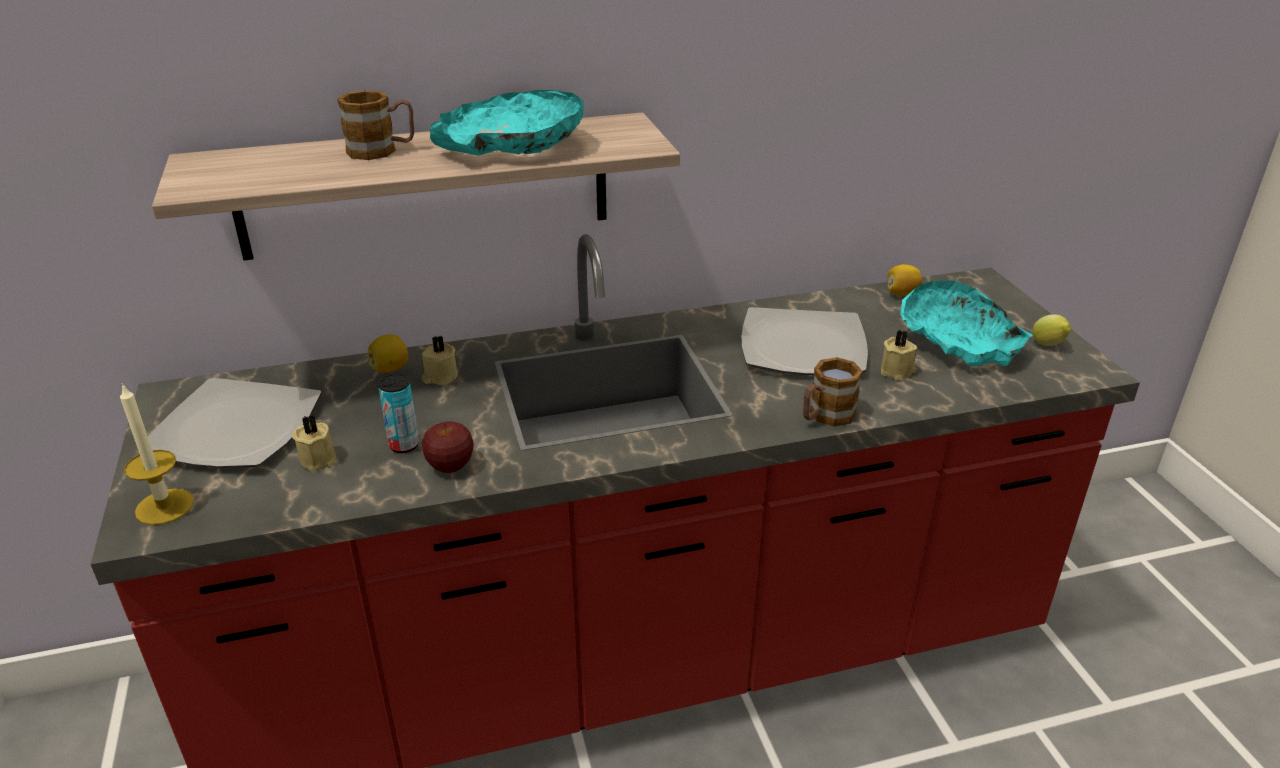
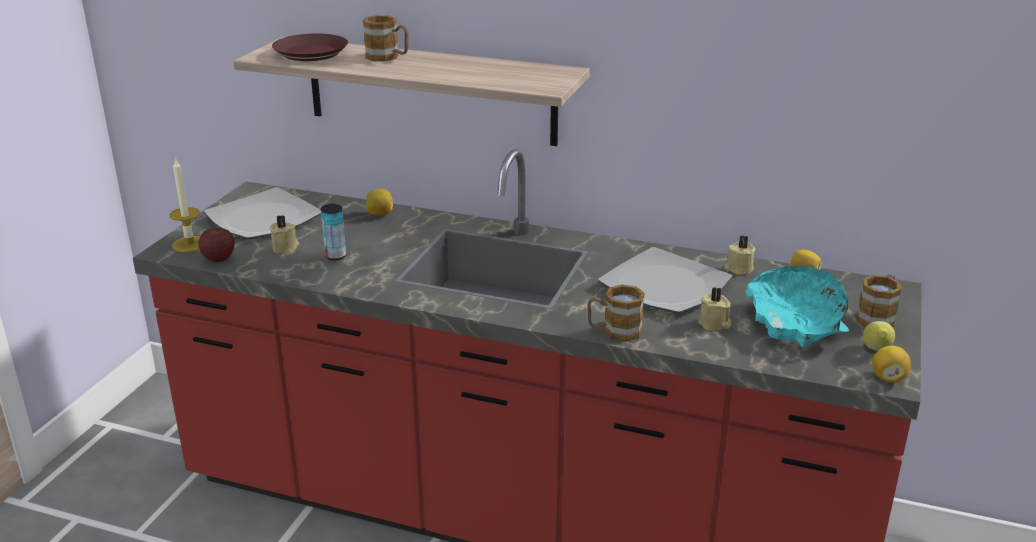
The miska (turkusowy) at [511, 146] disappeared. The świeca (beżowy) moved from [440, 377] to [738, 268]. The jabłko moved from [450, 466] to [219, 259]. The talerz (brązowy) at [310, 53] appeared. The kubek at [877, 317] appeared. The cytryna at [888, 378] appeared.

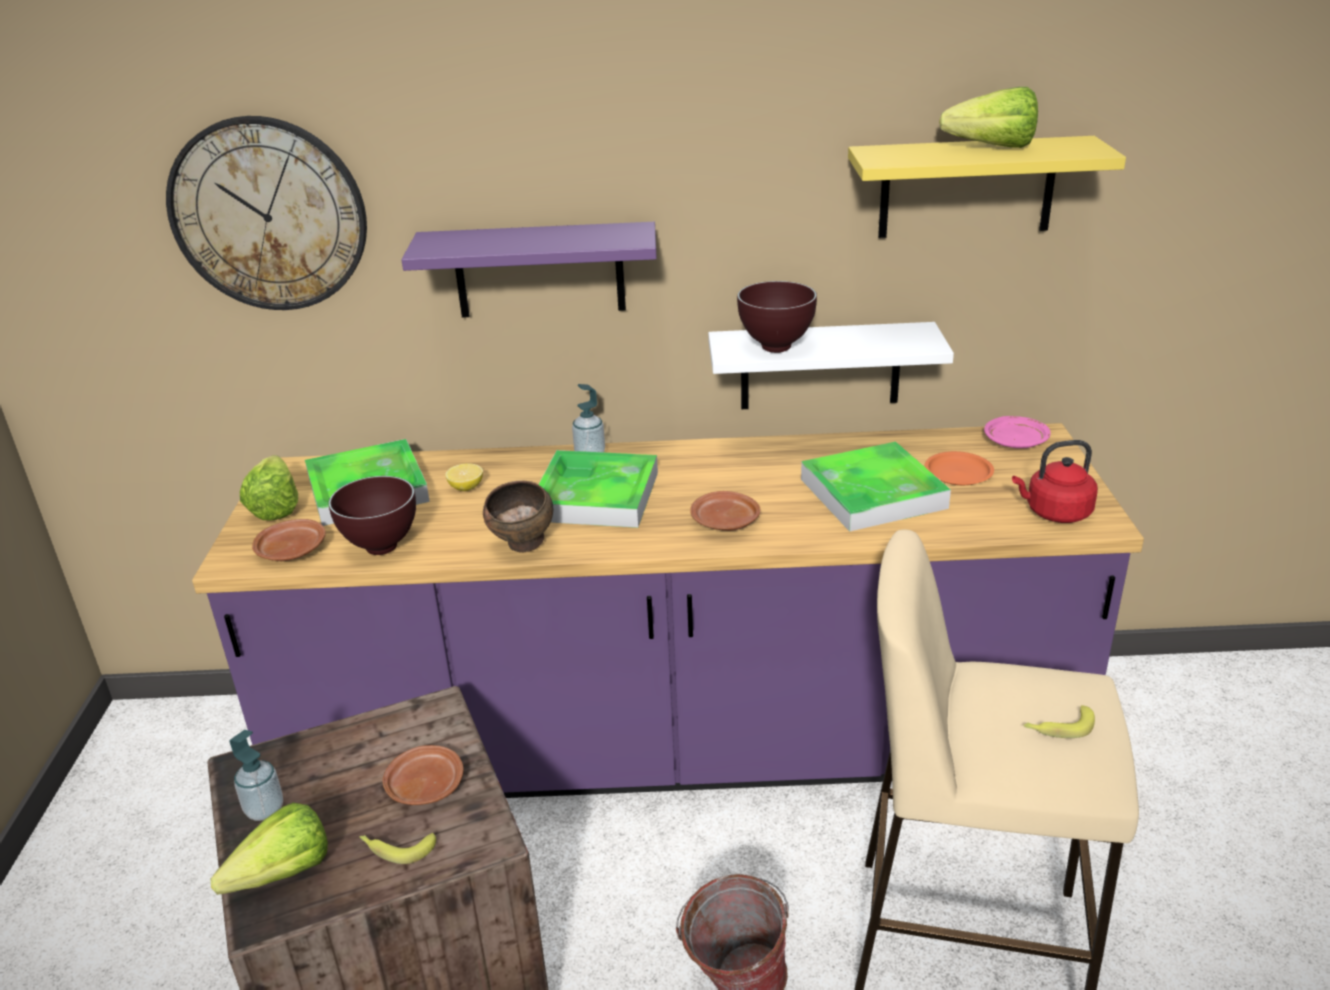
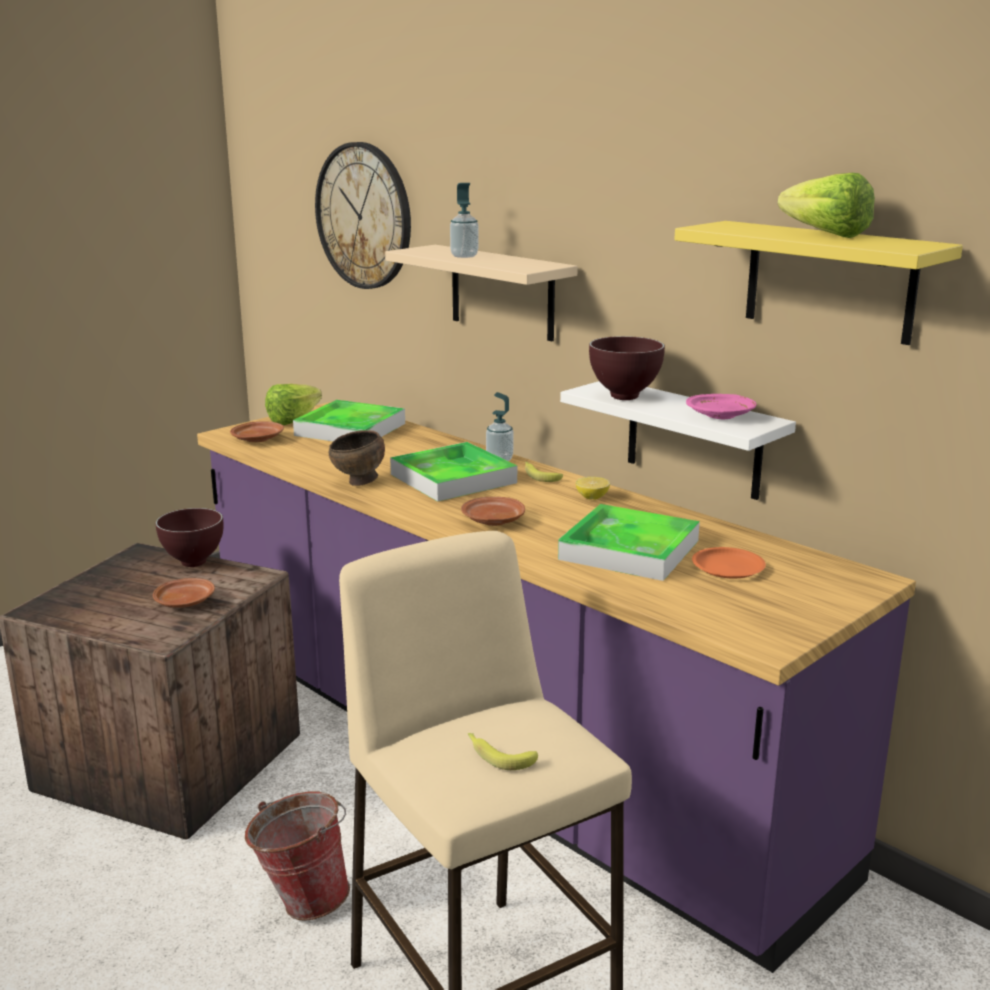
The półka (fioletowy) at [539, 270] became the półka (beżowy) at [502, 292]. The talerz (różowy) moved from [1015, 442] to [721, 416]. The czajnik (czerwony) at [1054, 513] disappeared. The cytryna moved from [466, 487] to [592, 497]. The miska (brązowy) moved from [383, 547] to [195, 563]. The dozownik mydła moved from [265, 809] to [464, 256]. The sałata at [274, 878] disappeared. The banan moved from [396, 848] to [539, 475].

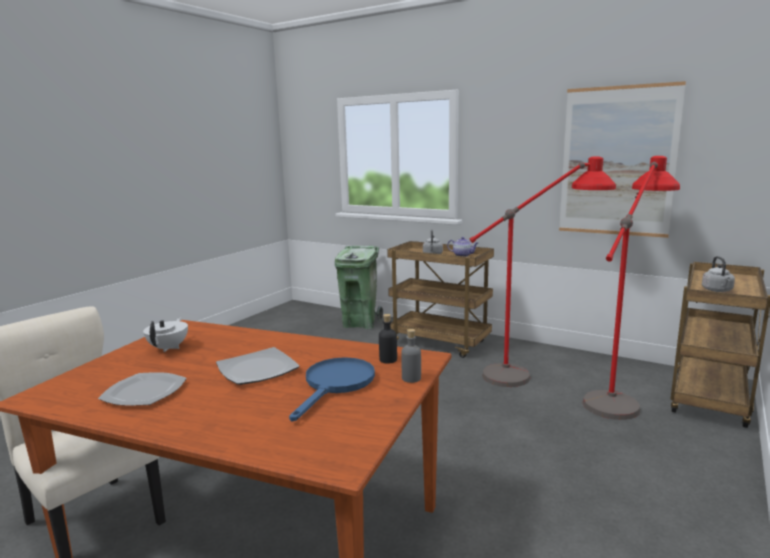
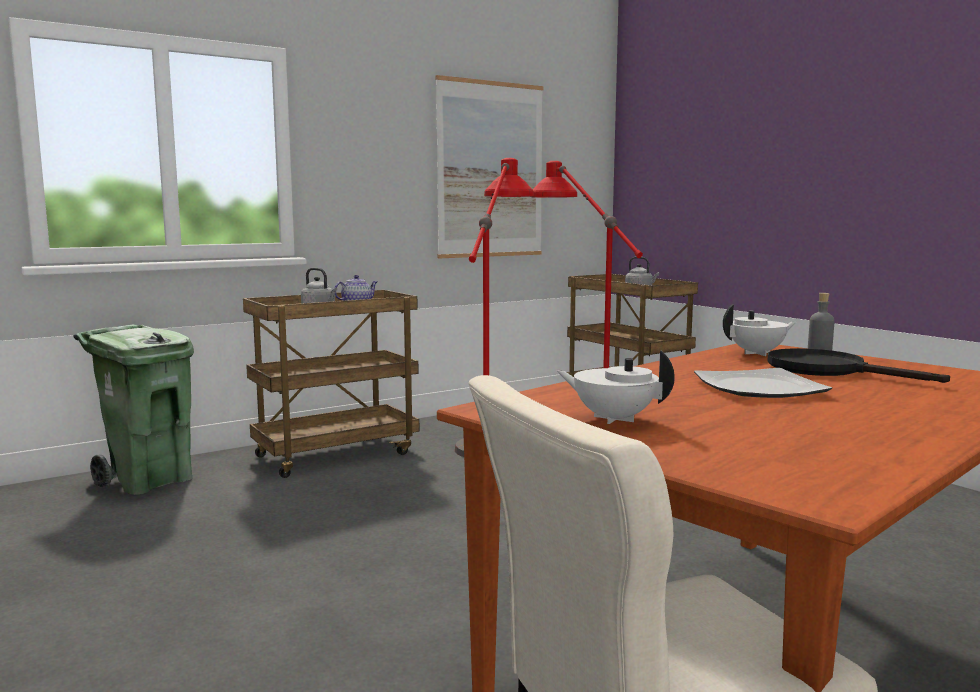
The butelka (czarny) at [388, 360] was replaced by the imbryk (biały) at [757, 353]. The patelnia (niebieski) at [336, 384] became the patelnia (czarny) at [828, 370]. The talerz at [144, 391] disappeared.

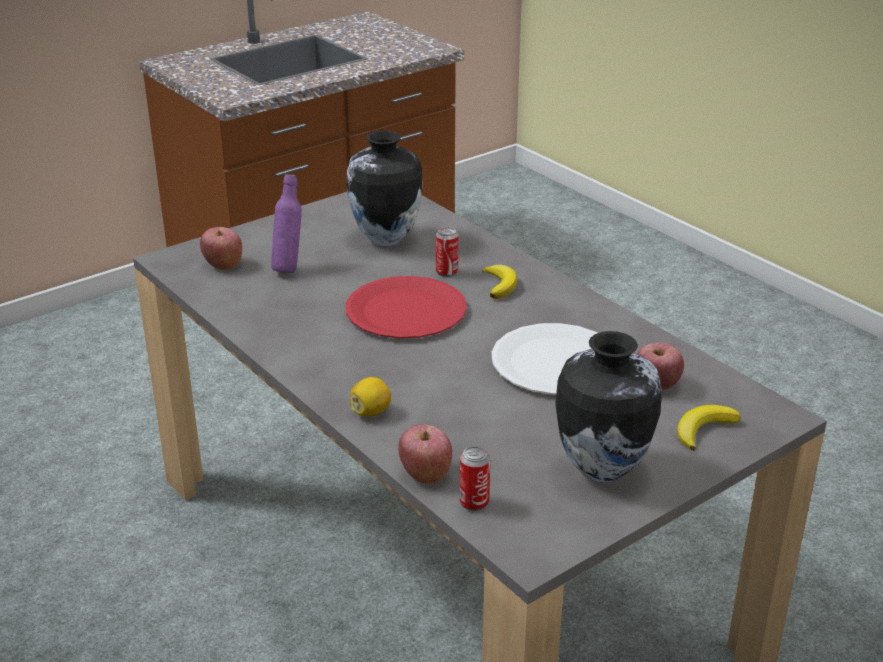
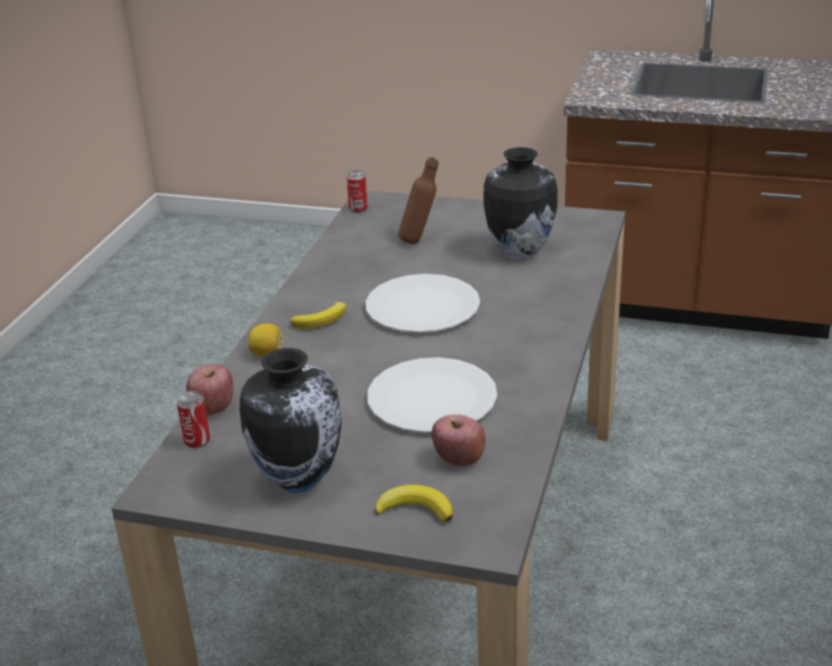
The butelka (fioletowy) at [289, 268] became the butelka (brązowy) at [419, 240]. The jabłko at [223, 265] disappeared. The puszka moved from [446, 272] to [358, 209]. The banan moved from [500, 285] to [322, 319]. The talerz (czerwony) at [405, 311] became the talerz (biały) at [422, 307].

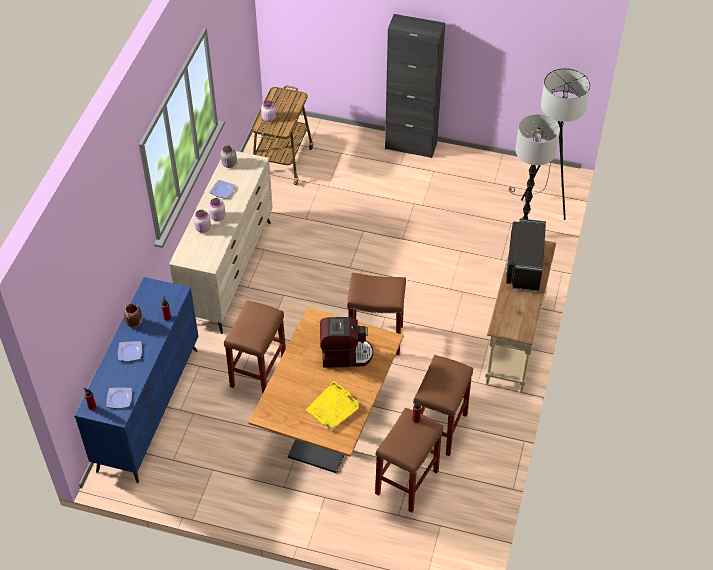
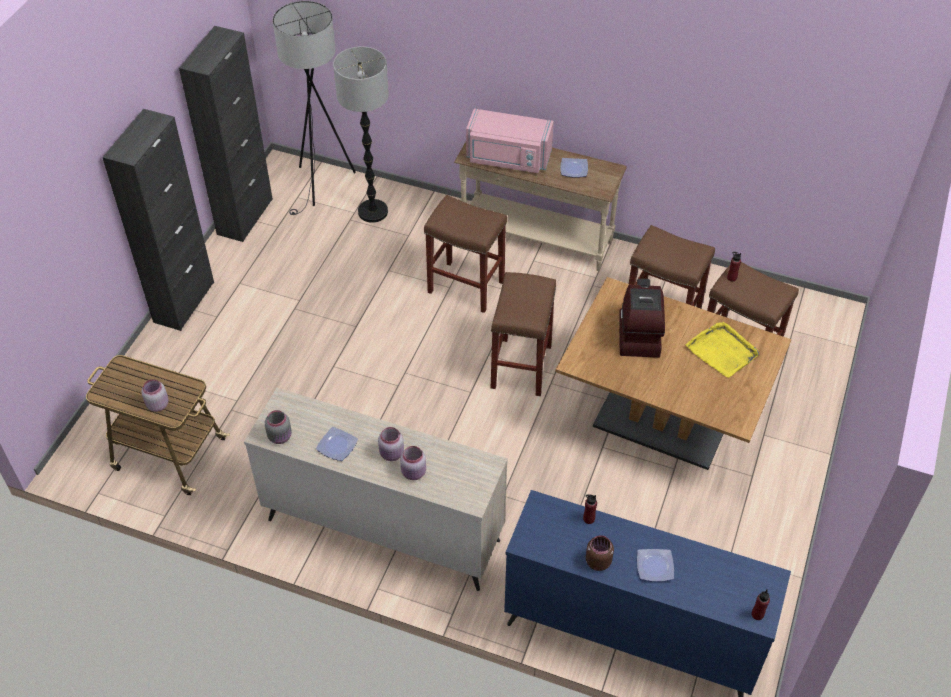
The mikrofalówka (czarny) at [523, 266] became the mikrofalówka (różowy) at [508, 158]. The stołek (brązowy) moved from [258, 372] to [465, 287]. The talerz moved from [120, 398] to [573, 169]. The szafka (czarny) at [245, 216] appeared.

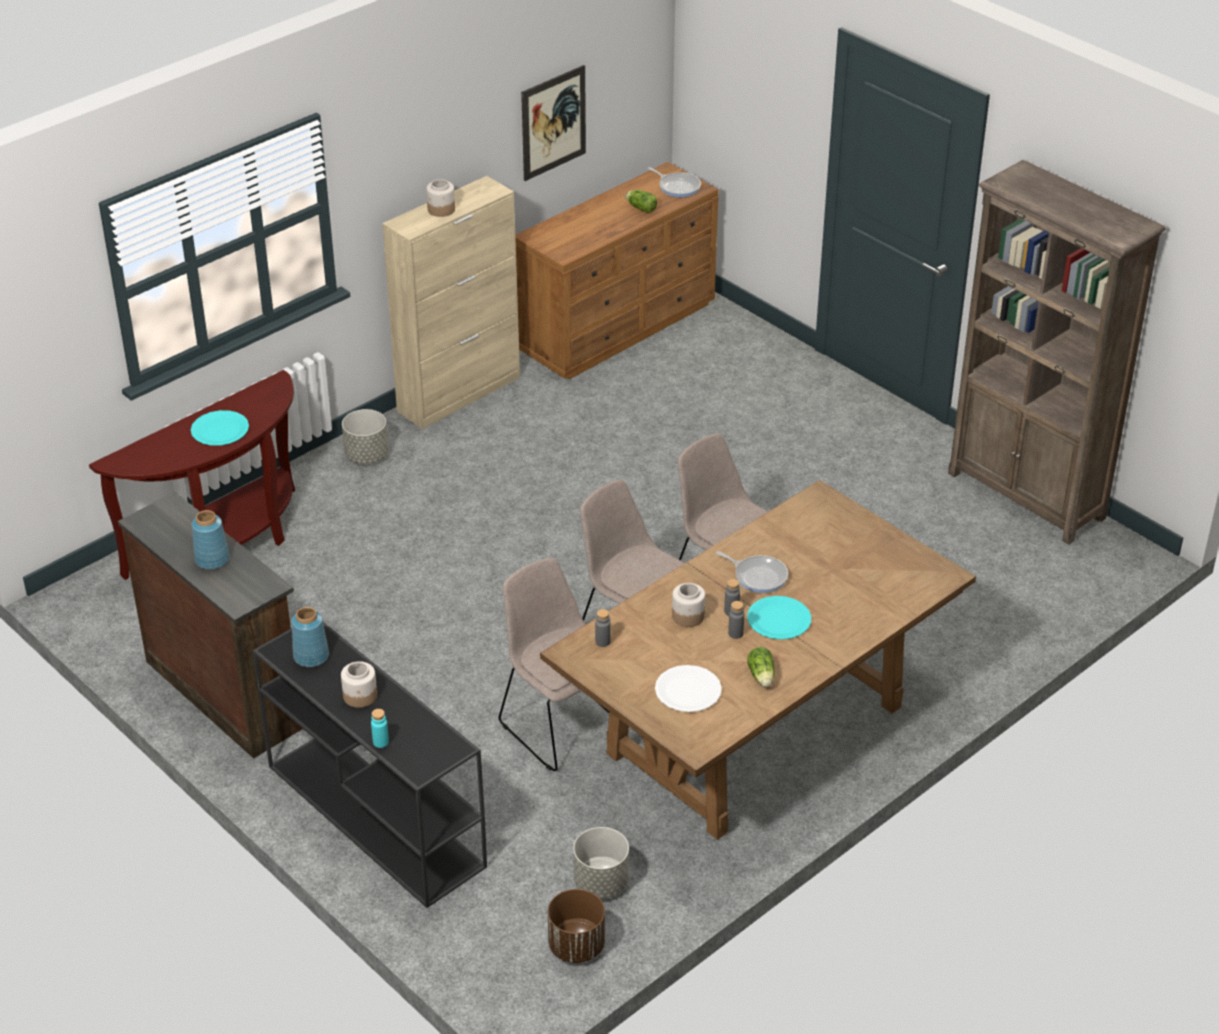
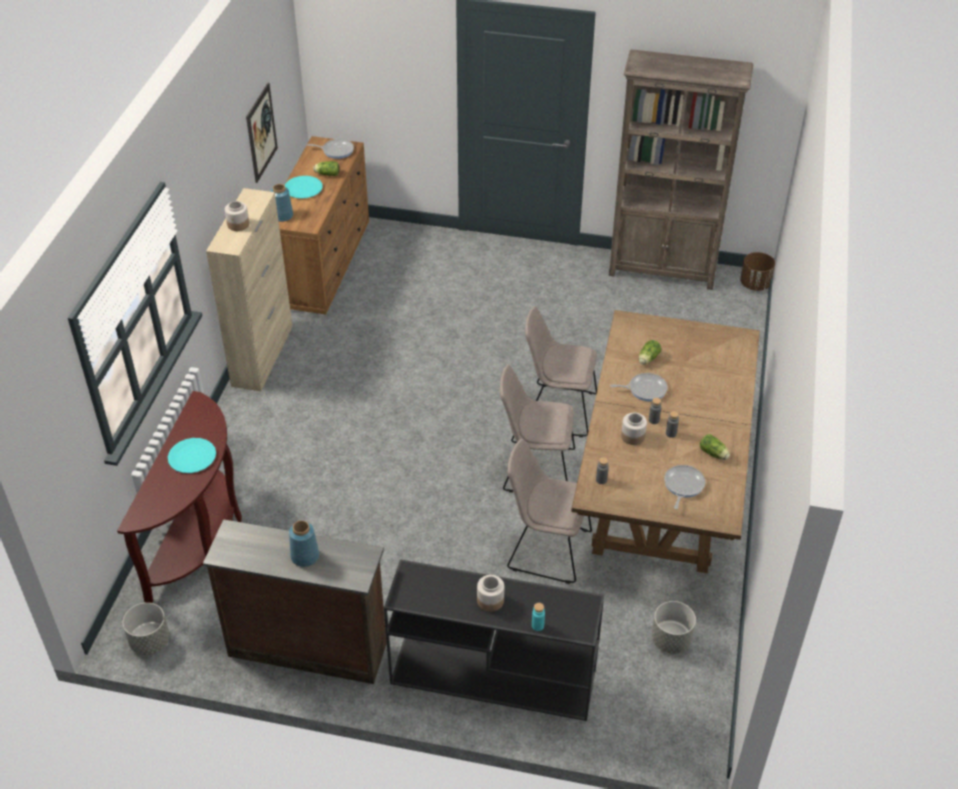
The donica (szary) moved from [367, 456] to [150, 642]. The talerz (turkusowy) moved from [778, 619] to [303, 188]. The wazon (niebieski) moved from [311, 656] to [283, 216]. The talerz (biały) at [687, 690] was replaced by the patelnia at [683, 485]. The donica (brązowy) moved from [577, 946] to [755, 284]. The sałata at [647, 359] appeared.

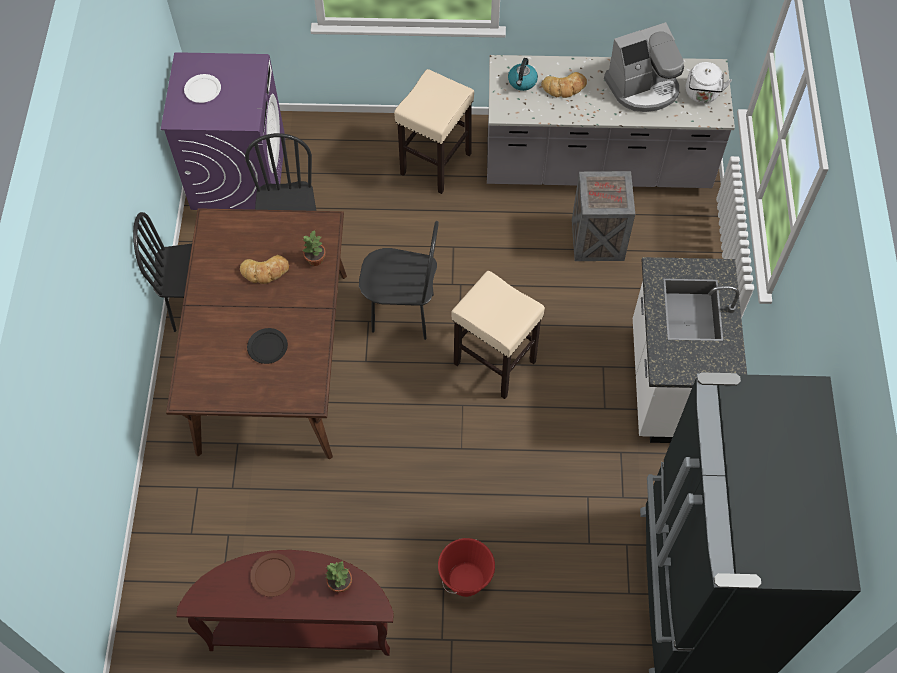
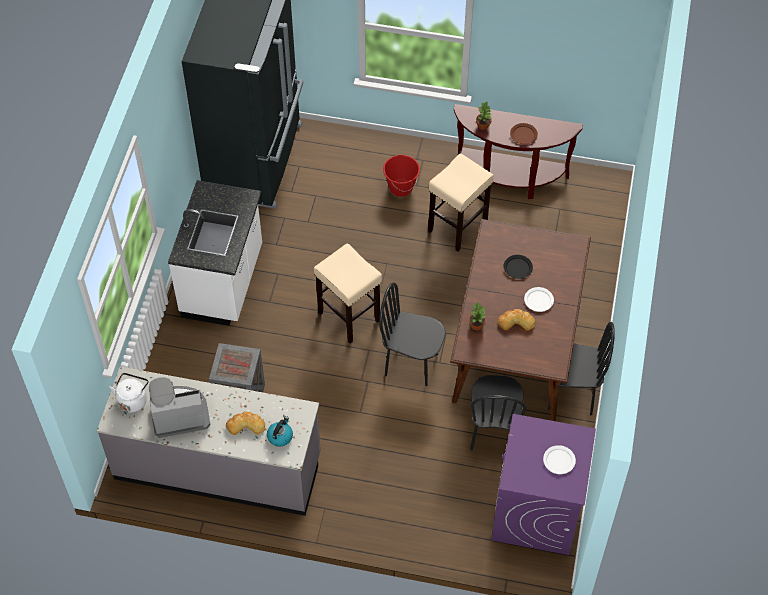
The stołek (beżowy) moved from [435, 164] to [458, 226]. The talerz (biały) at [538, 300] appeared.

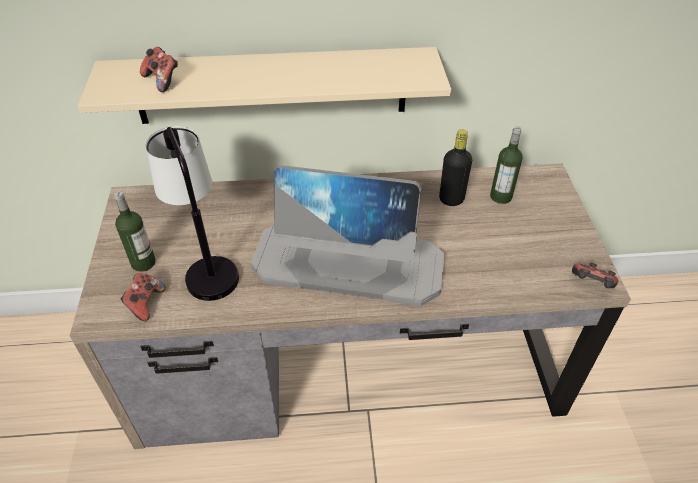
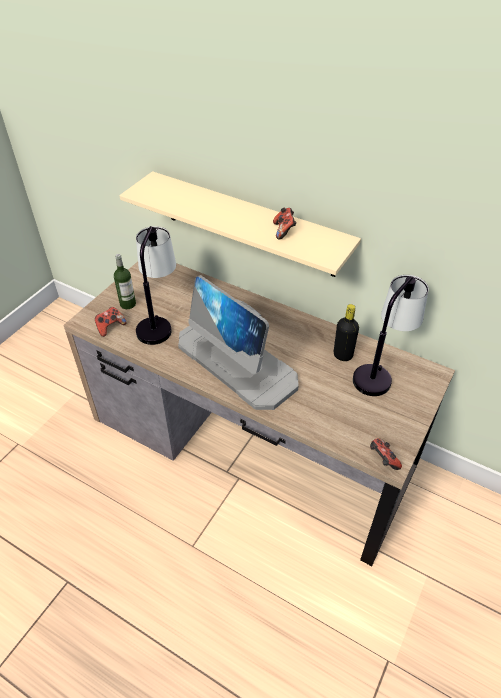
The pad do gier moved from [162, 81] to [284, 231]. The butelka at [500, 196] was replaced by the lampa stołowa at [380, 370].

